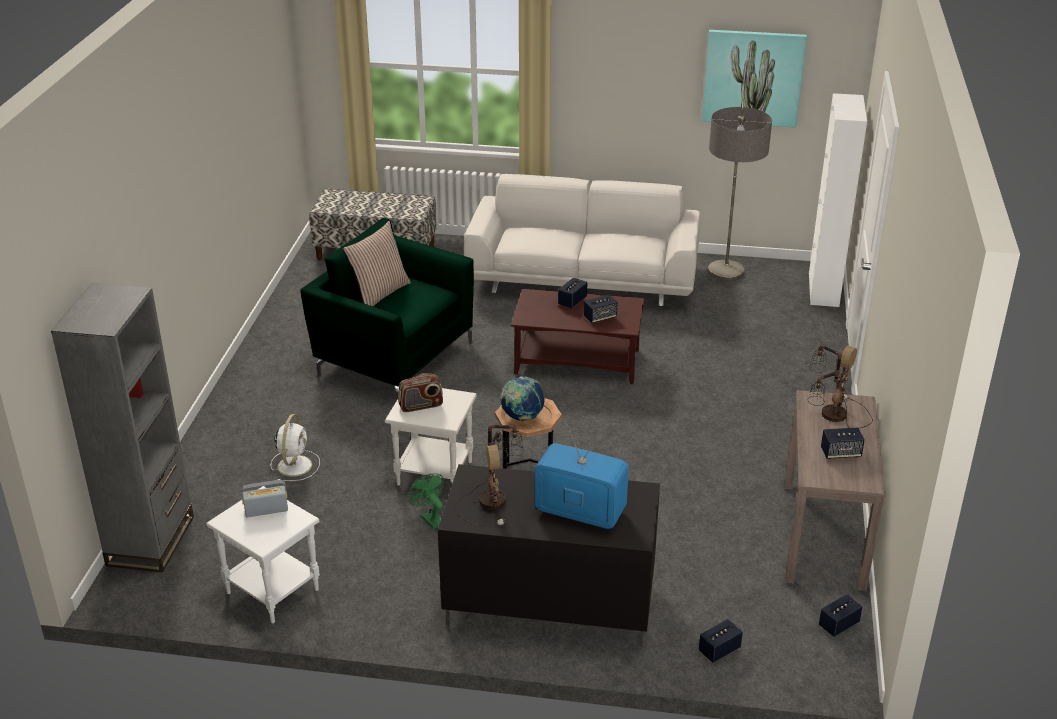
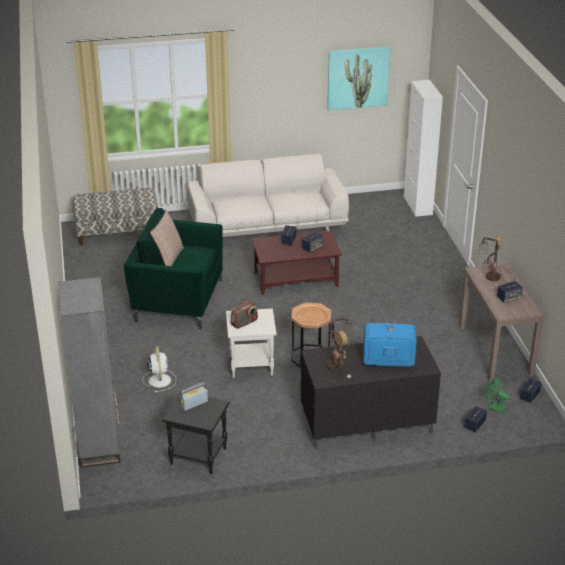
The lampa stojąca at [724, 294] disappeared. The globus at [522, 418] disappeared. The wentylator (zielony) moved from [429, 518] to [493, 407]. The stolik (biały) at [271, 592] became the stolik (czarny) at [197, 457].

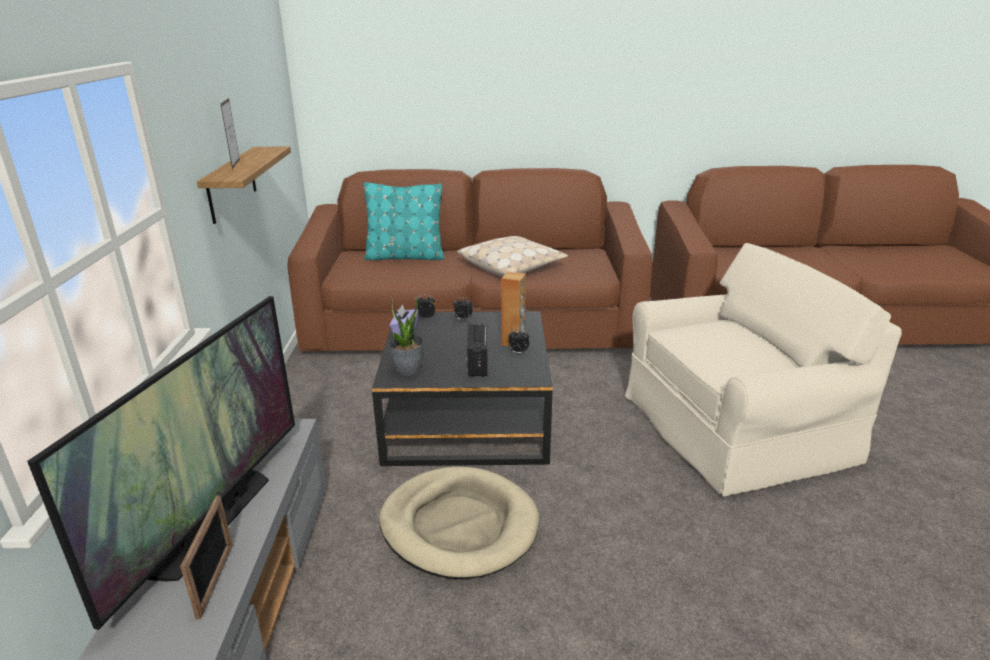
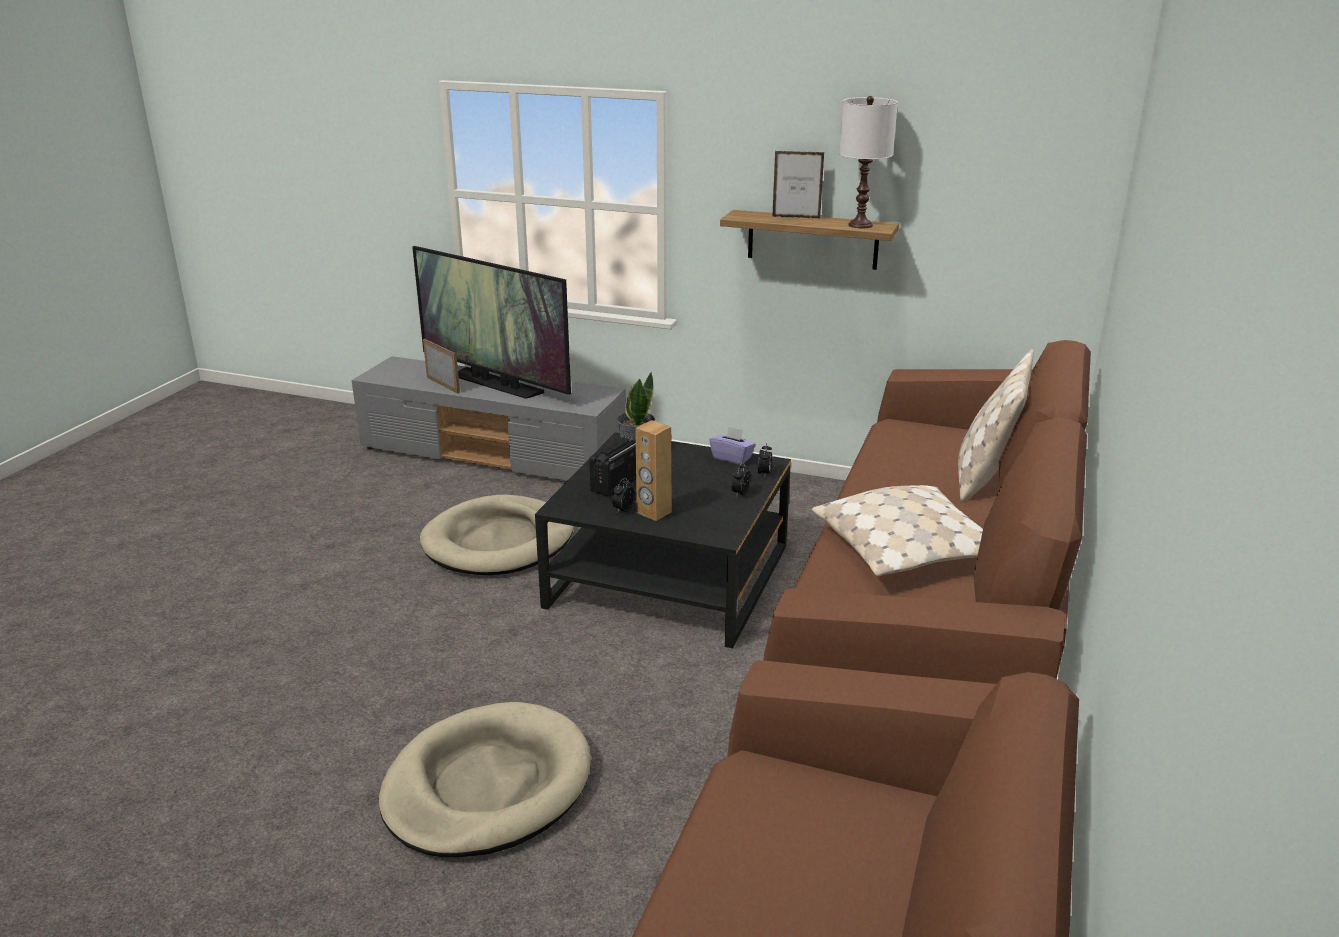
The poduszka (turkusowy) at [405, 257] became the poduszka (beżowy) at [985, 476]. The fotel (beżowy) at [735, 427] was replaced by the legowisko (beżowy) at [487, 786]. The radio at [477, 364] turned 75 degrees counterclockwise. The ramka na zdjęcie at [215, 580] turned 150 degrees counterclockwise. The lampa stołowa (biały) at [860, 225] appeared.

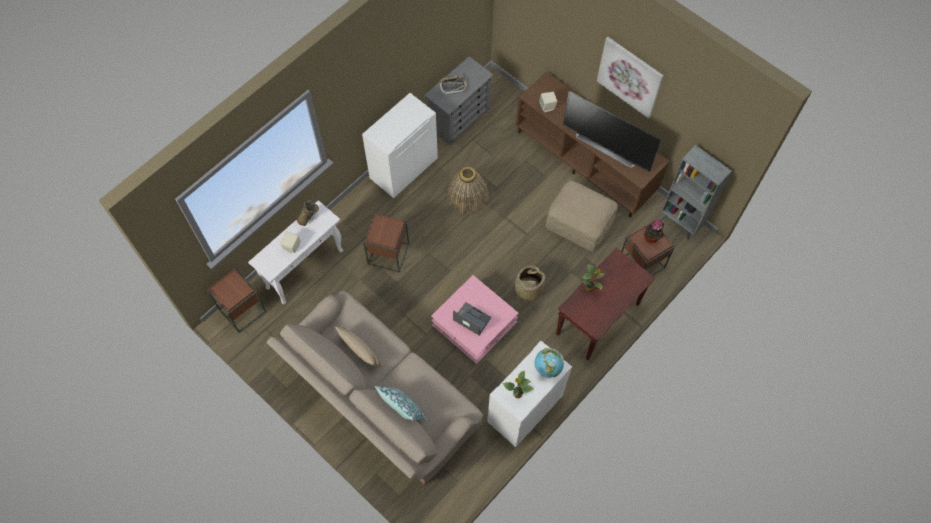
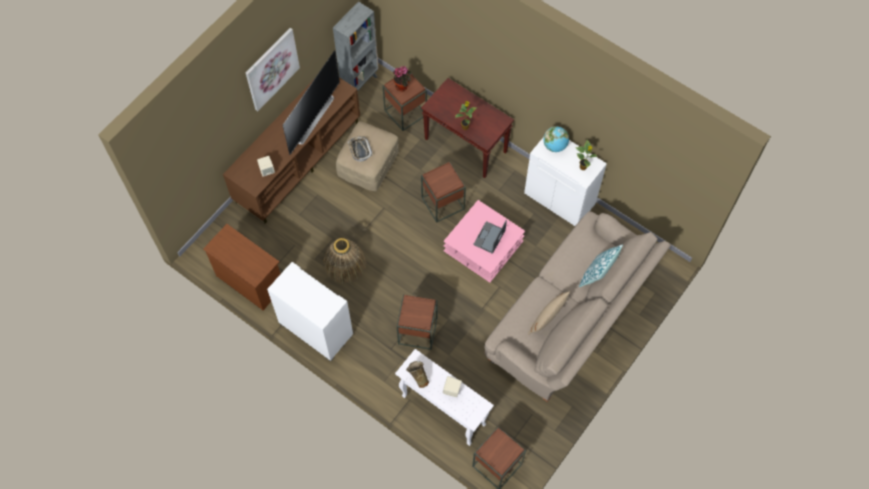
The komoda (szary) at [459, 118] became the komoda (brązowy) at [250, 281]. The taca moved from [453, 86] to [360, 149]. The koszyk at [528, 289] was replaced by the stolik (brązowy) at [443, 203].

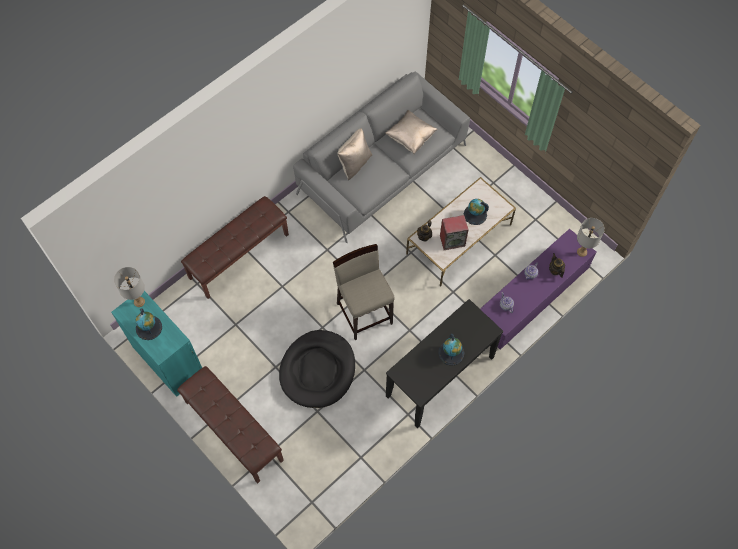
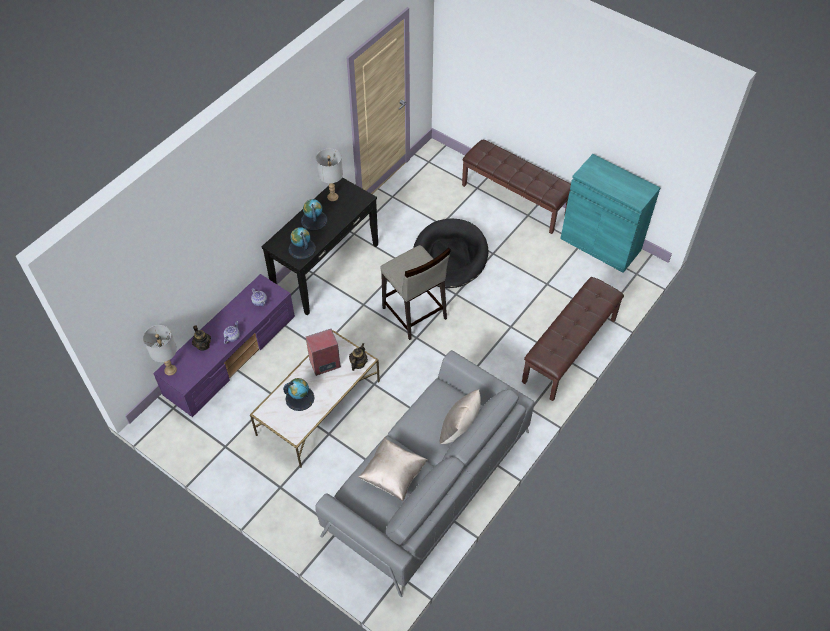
The lampa stołowa (szary) moved from [139, 302] to [333, 197]. The globus moved from [149, 327] to [302, 248].

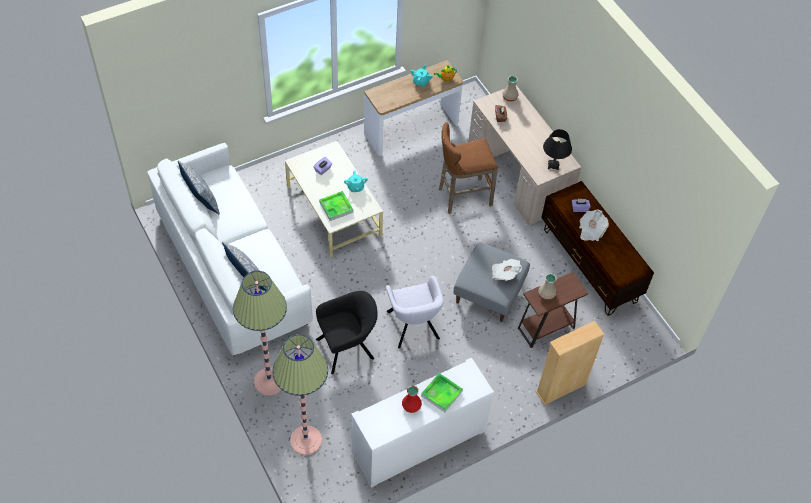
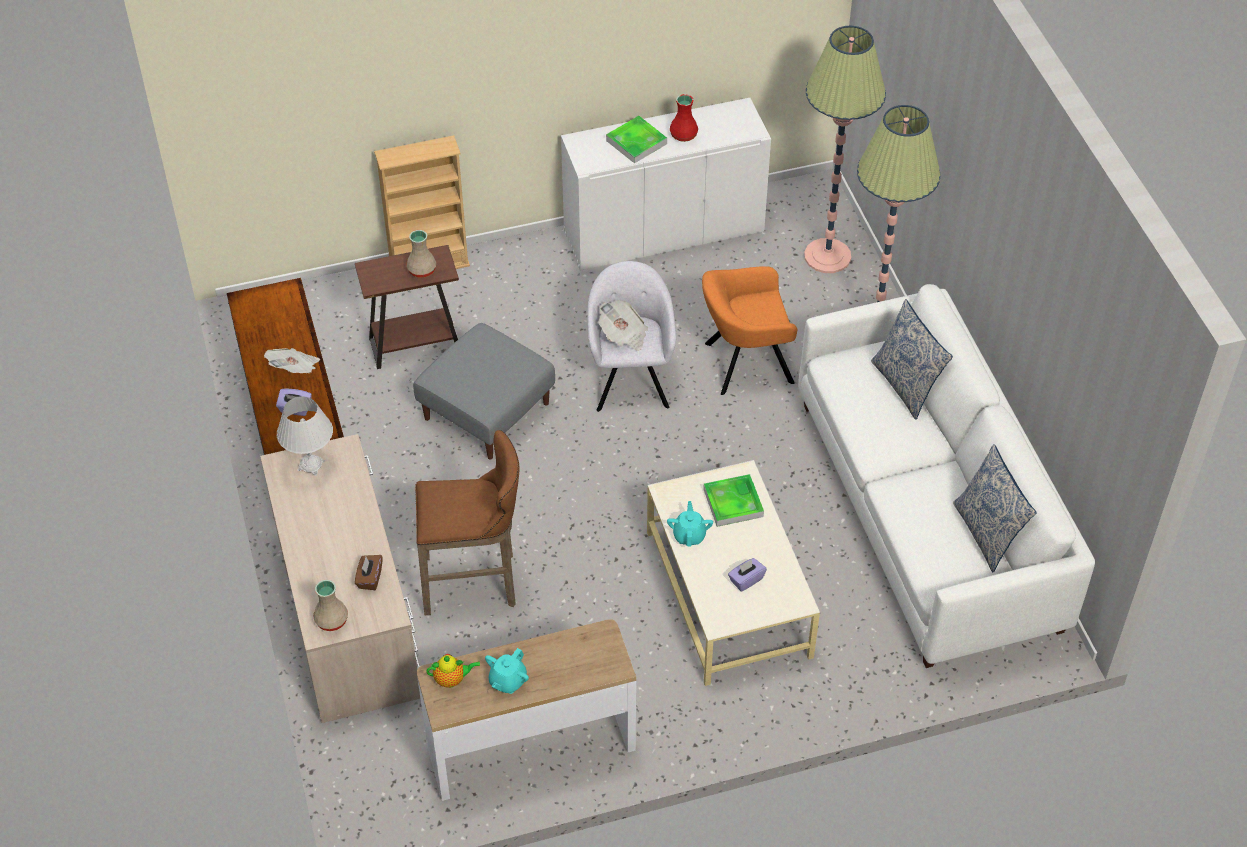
The lampa stołowa (czarny) at [553, 165] became the lampa stołowa (biały) at [311, 465]. The gazeta moved from [504, 273] to [623, 335]. The fotel (czarny) at [347, 348] became the fotel (pomarańczowy) at [744, 363].

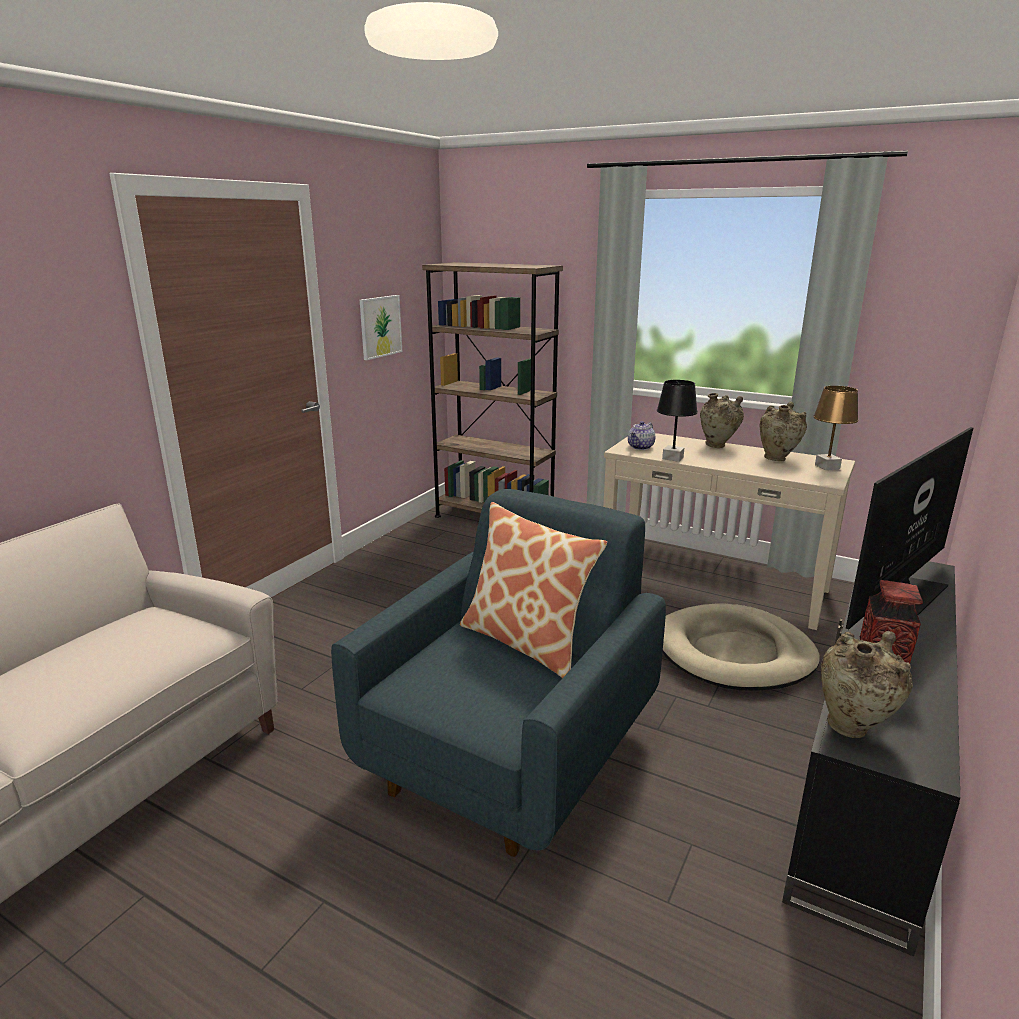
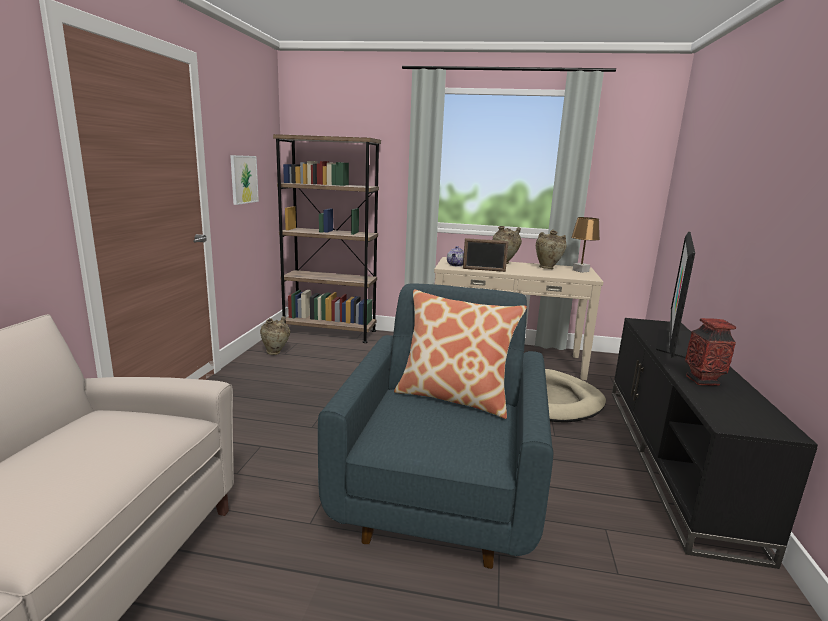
The lampa stołowa (czarny) at [673, 458] was replaced by the ramka na zdjęcie at [484, 270]. The wazon (beżowy) moved from [853, 727] to [276, 353].

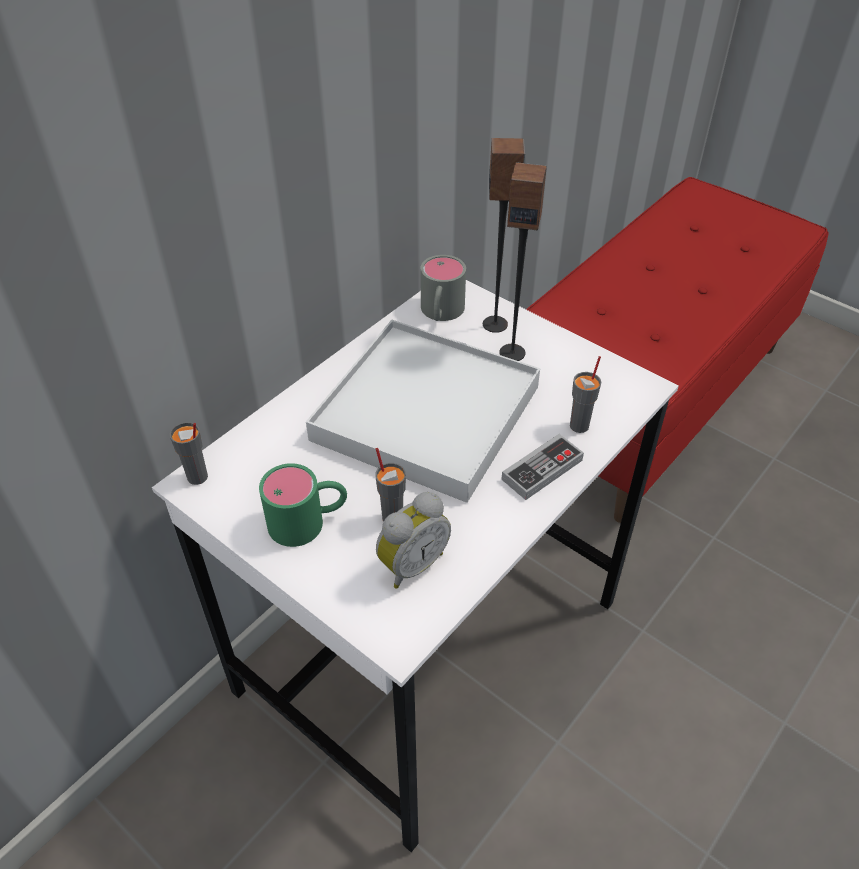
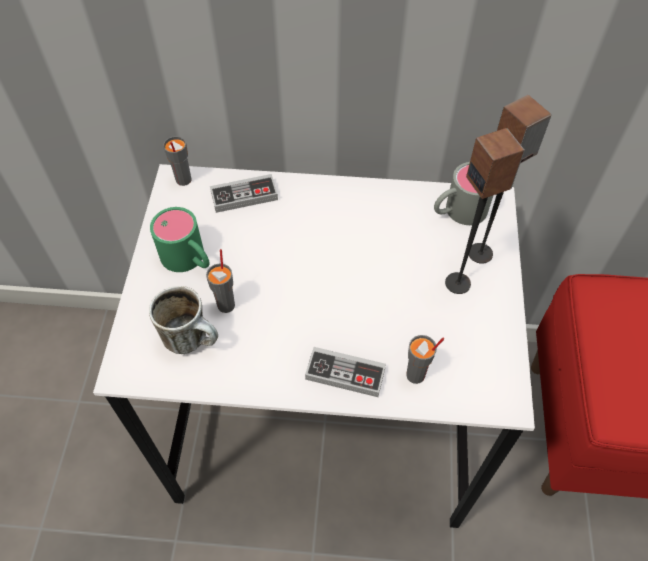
The taca (biały) at [425, 413] disappeared. The budzik at [411, 563] was replaced by the kubek at [193, 340]. The pad do gier at [244, 196] appeared.

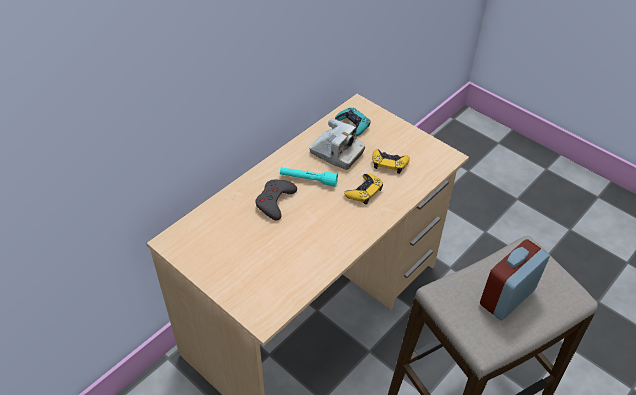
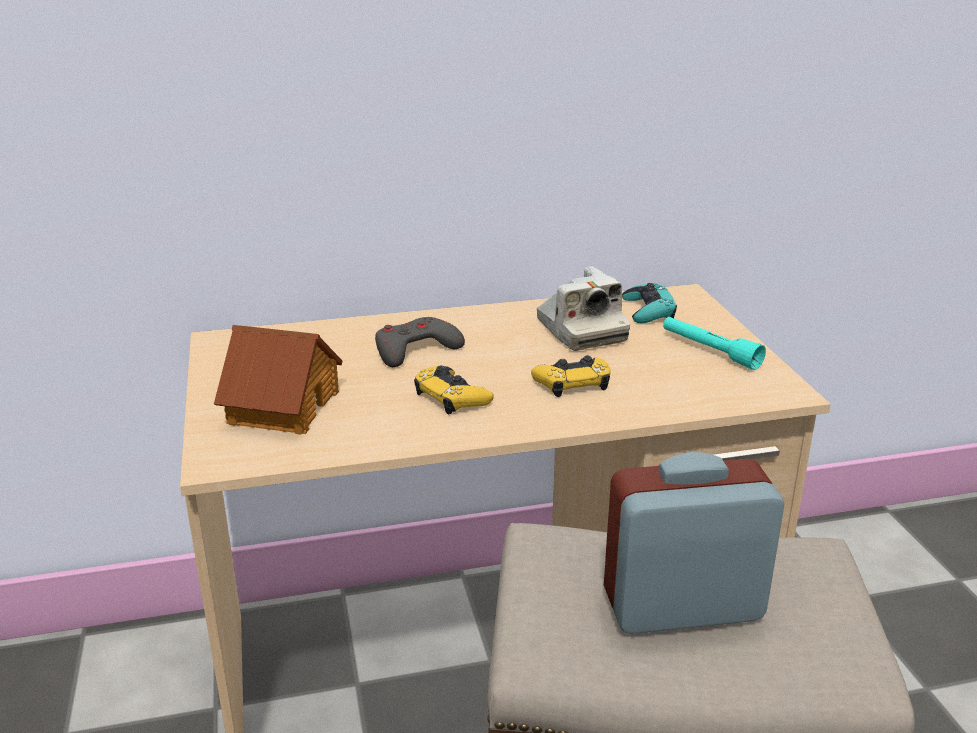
The pad do gier (żółty) moved from [389, 163] to [451, 397]. The latarka (turkusowy) moved from [308, 180] to [709, 351]. The domek at [282, 407] appeared.

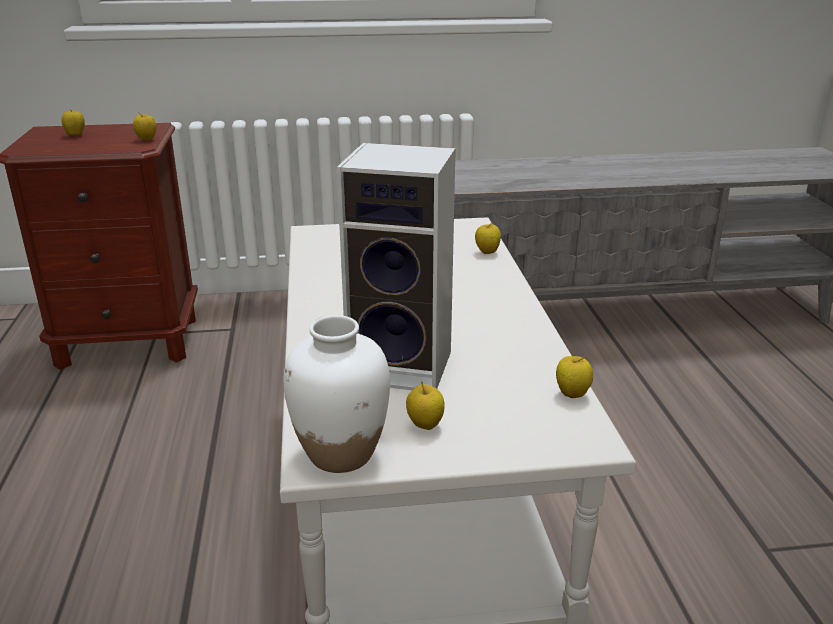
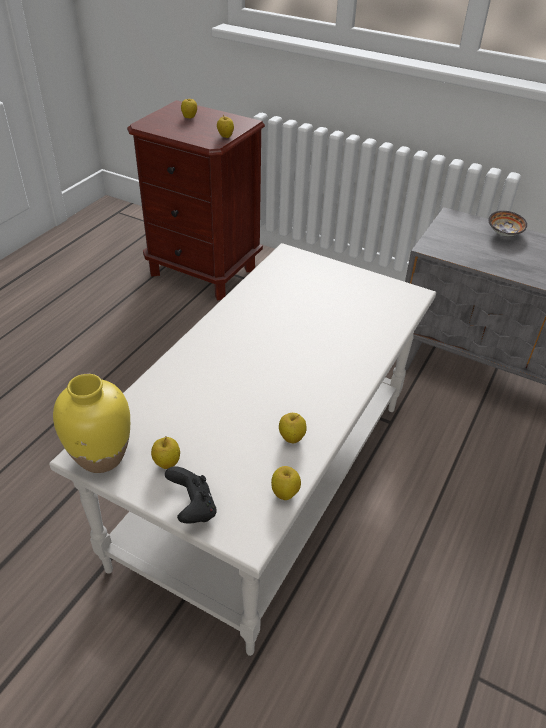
The głośnik at [405, 366] disappeared. The jabłko moved from [487, 252] to [291, 438]. The wazon (biały) at [341, 454] became the wazon (żółty) at [101, 457]. The miska at [504, 233] appeared. The pad do gier (czarny) at [193, 508] appeared.

